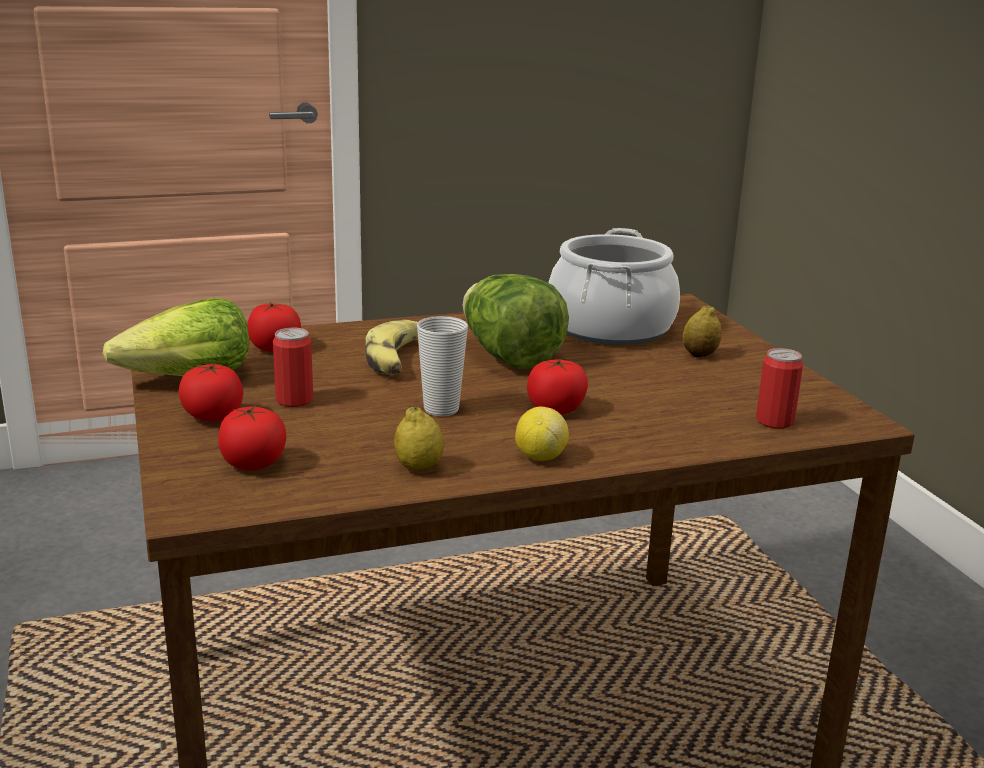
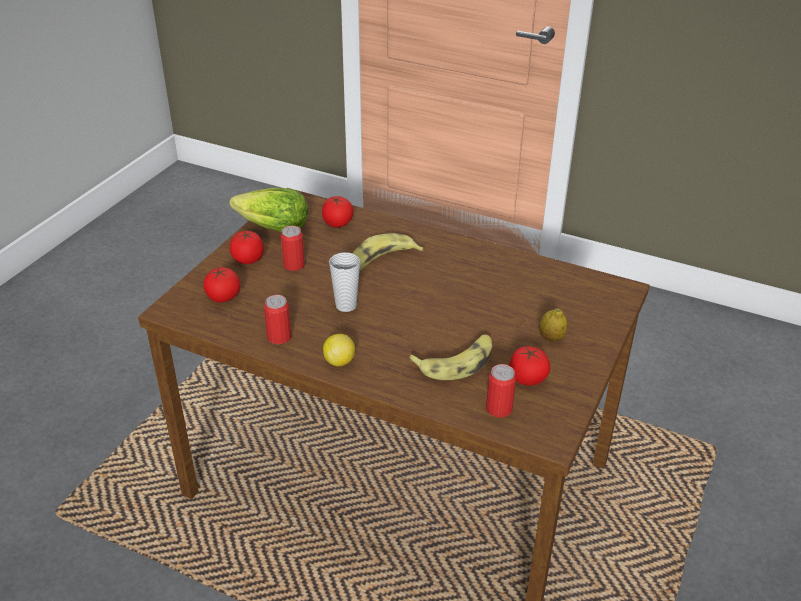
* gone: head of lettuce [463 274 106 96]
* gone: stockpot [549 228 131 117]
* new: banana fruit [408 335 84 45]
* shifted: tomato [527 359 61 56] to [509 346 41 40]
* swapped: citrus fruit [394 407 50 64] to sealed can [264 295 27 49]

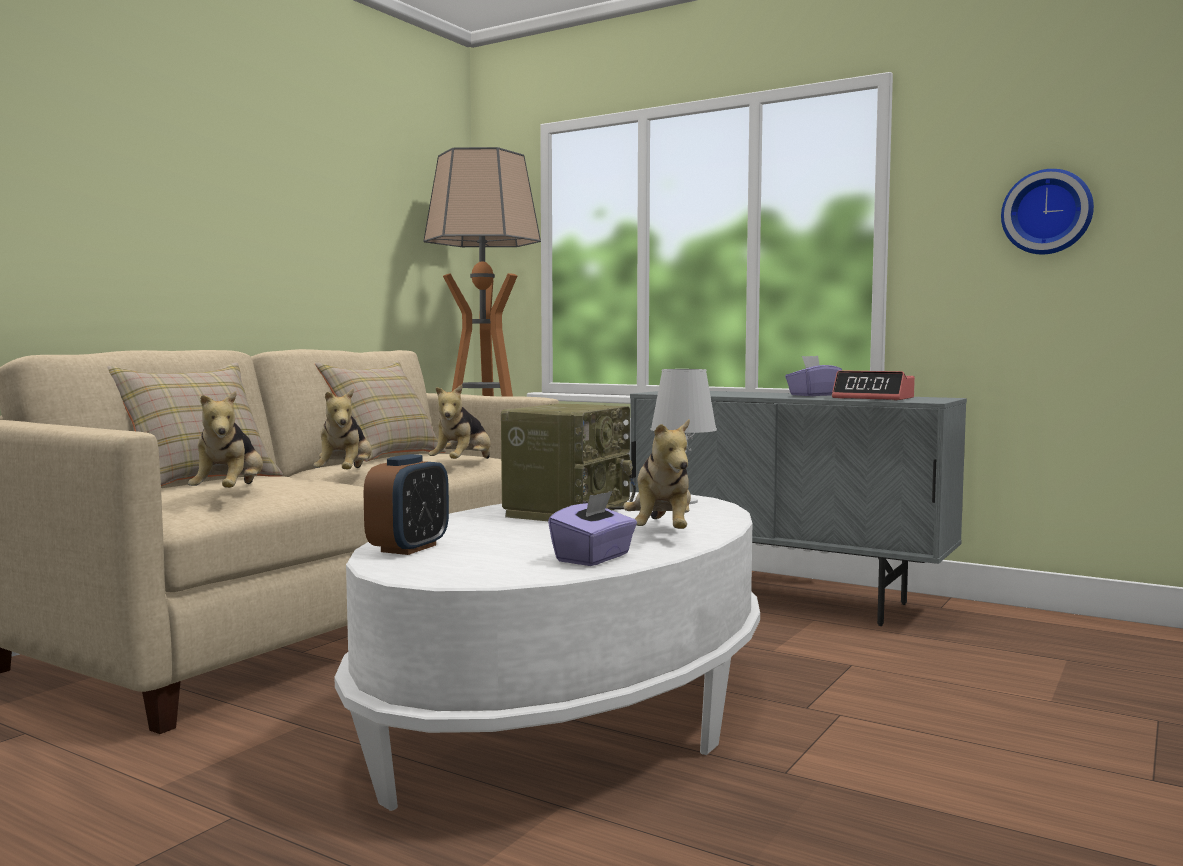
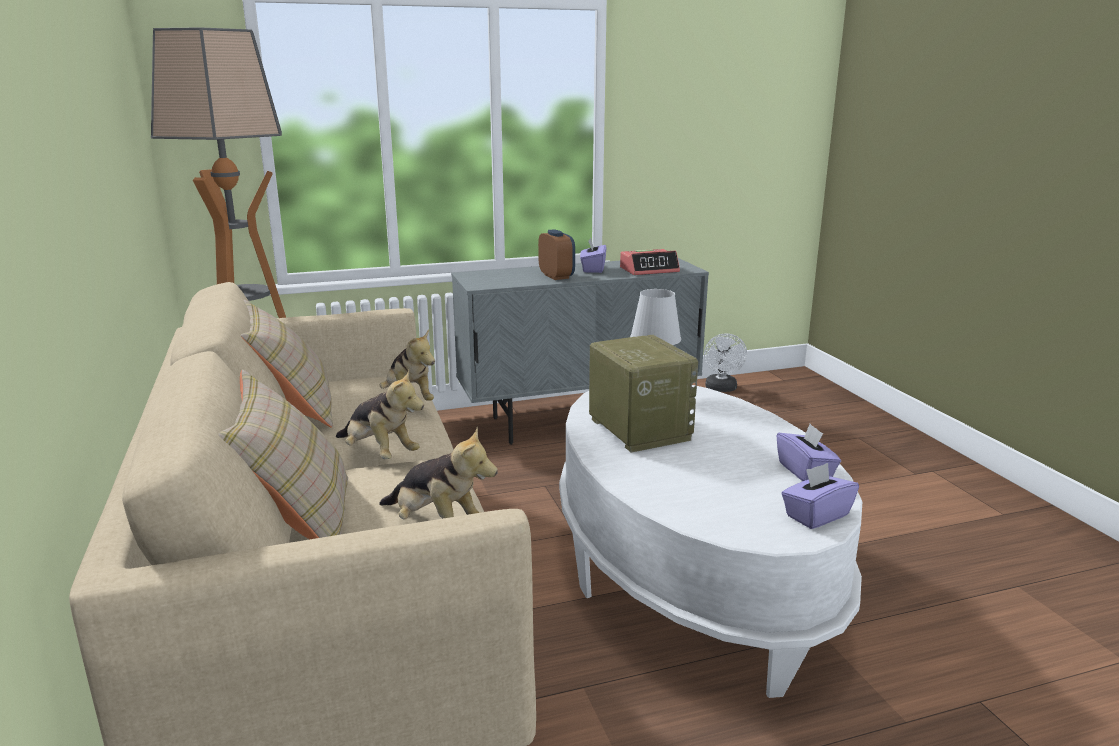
* gone: cuddly toy [623 418 68 111]
* gone: hanging clock [1001 169 93 85]
* new: fan (white) [704 333 43 59]
* new: tissue box (purple-coloured) [781 463 78 66]
* shifted: table clock [364 454 85 101] to [538 229 37 51]

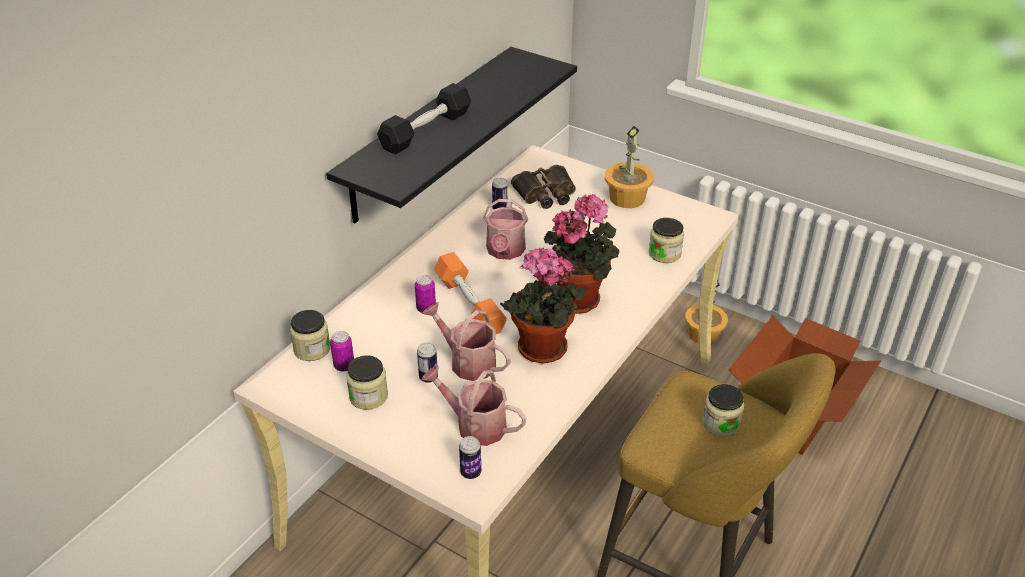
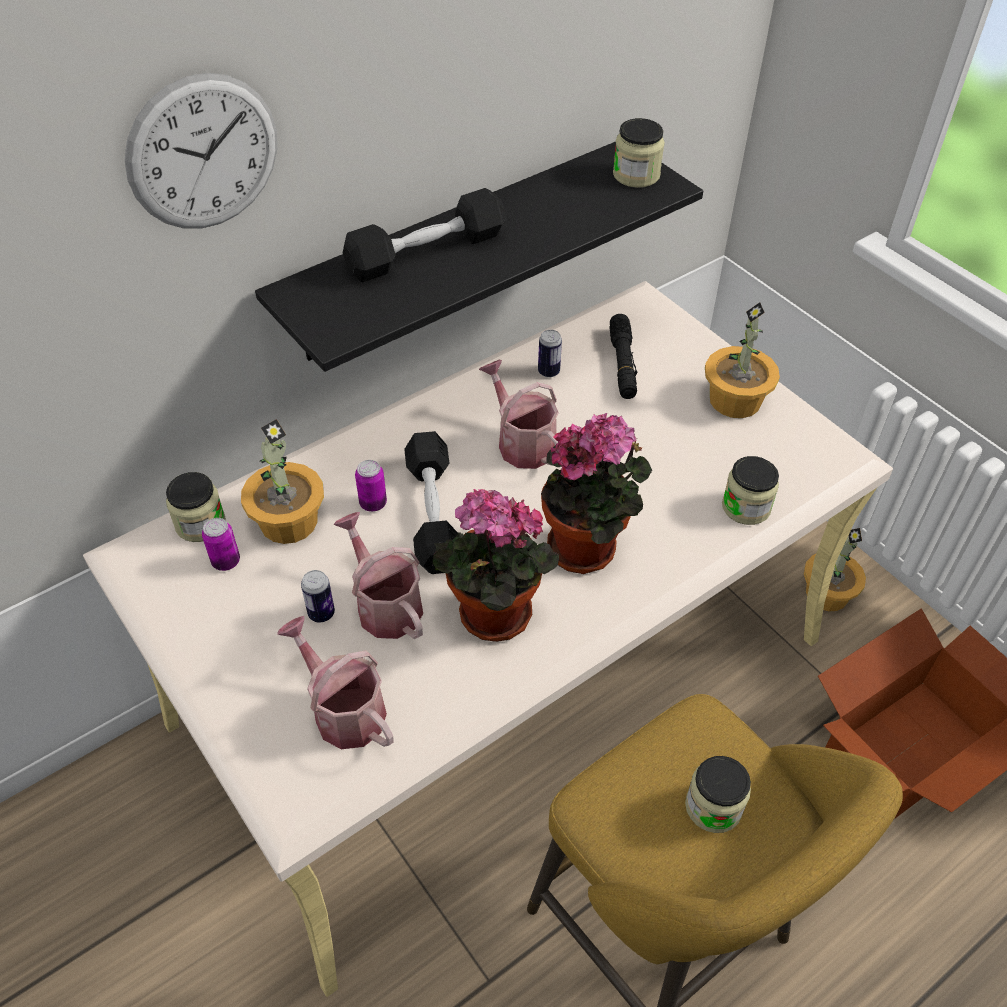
* gone: sealed can [459 436 22 43]
* new: hanging clock [124 73 153 155]
* new: houseplant [241 419 83 125]
* shifted: jar [346 355 42 55] to [613 118 52 70]
* swapped: binoculars [511 165 65 44] to flashlight (black-coloured) [609 314 28 85]
* repainted: free weight (orange) [434 252 73 82] to free weight (black-coloured) [404 431 54 143]
* rotated: watering can [484 199 44 61] = [479 360 80 109] 120 degrees clockwise

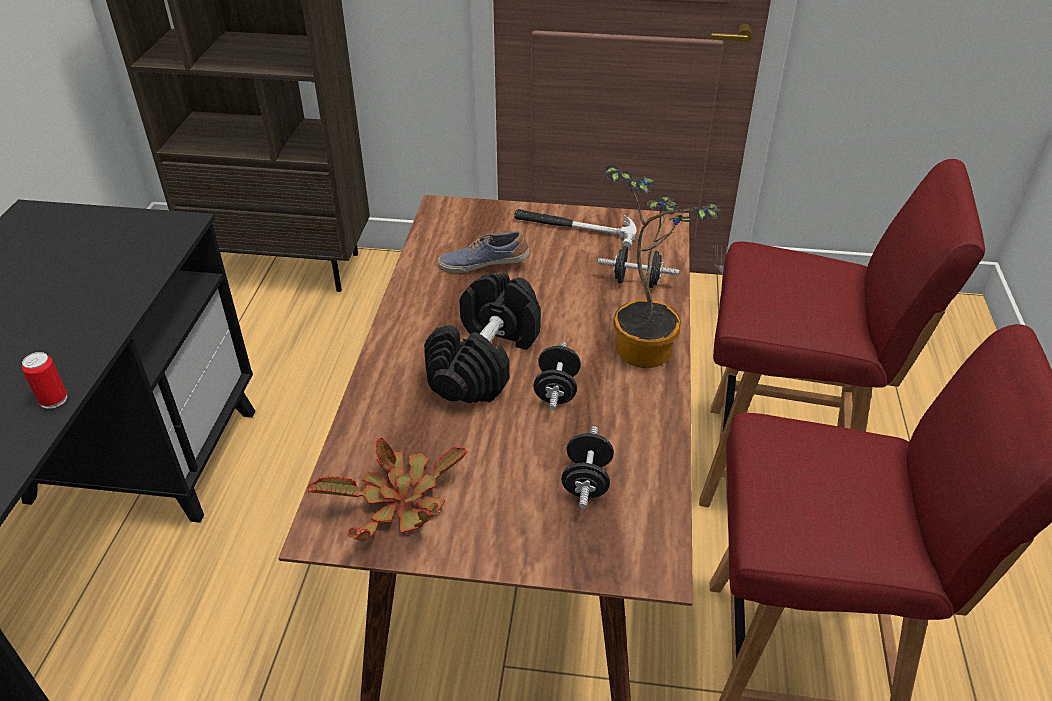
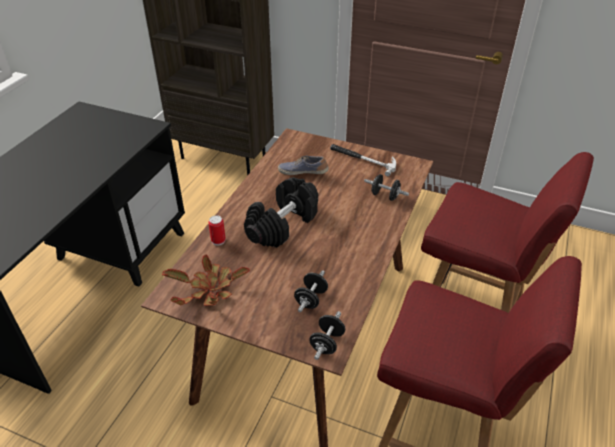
* gone: houseplant [605 165 117 203]
* shifted: sealed can [22 352 45 57] to [208 215 18 31]
* shifted: free weight (black-coloured) [533 342 48 68] to [309 311 36 49]

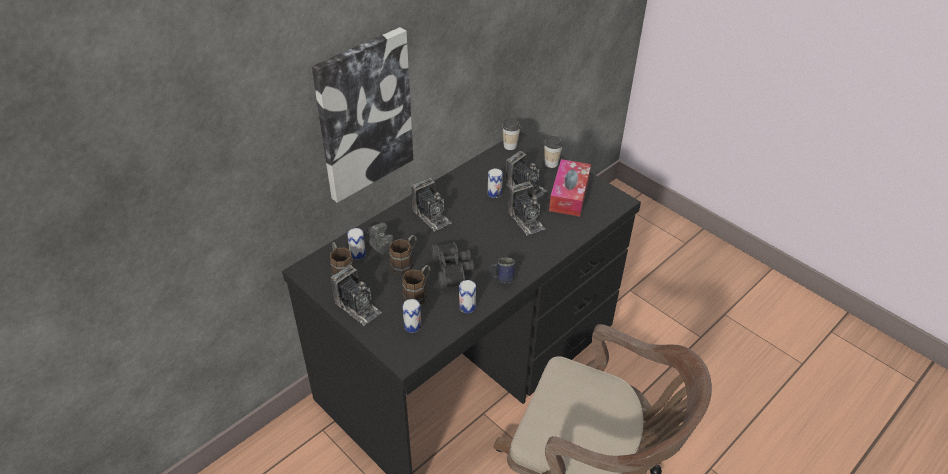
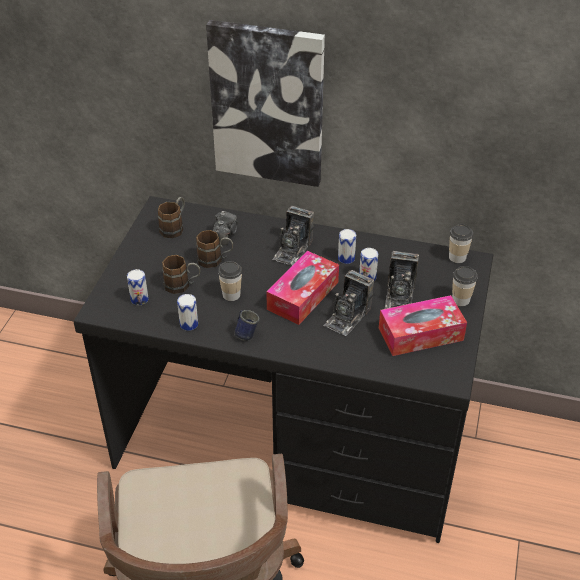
* gone: photo camera [331 265 51 61]
* new: tissue box [266 251 73 74]
* shifted: sealed can [347 228 19 32] to [338 229 18 35]
* swapped: binoculars (black-coloured) [431 242 43 47] to cup [218 261 24 40]

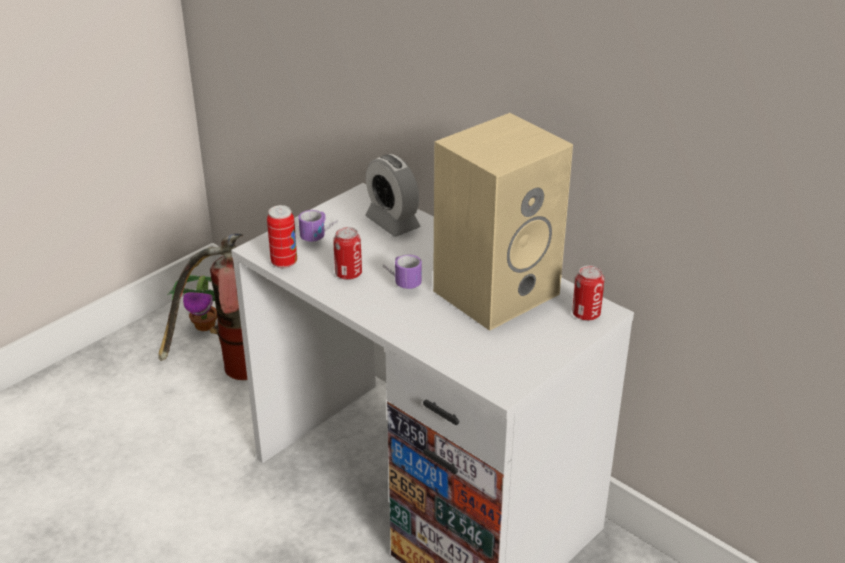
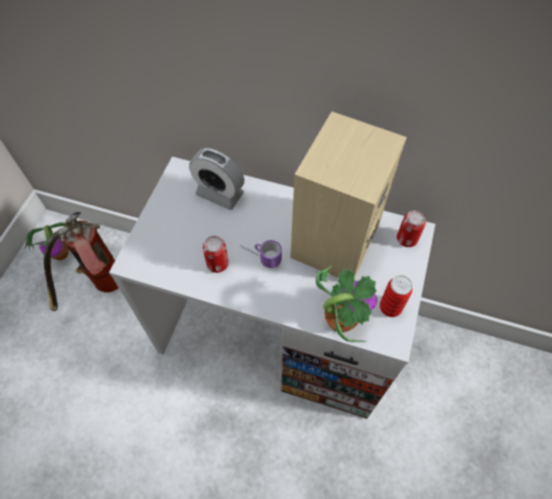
* gone: coffee mug [298 210 40 32]
* new: houseplant [316 266 61 76]
* shifted: sealed can [267 205 30 63] to [380 275 32 42]

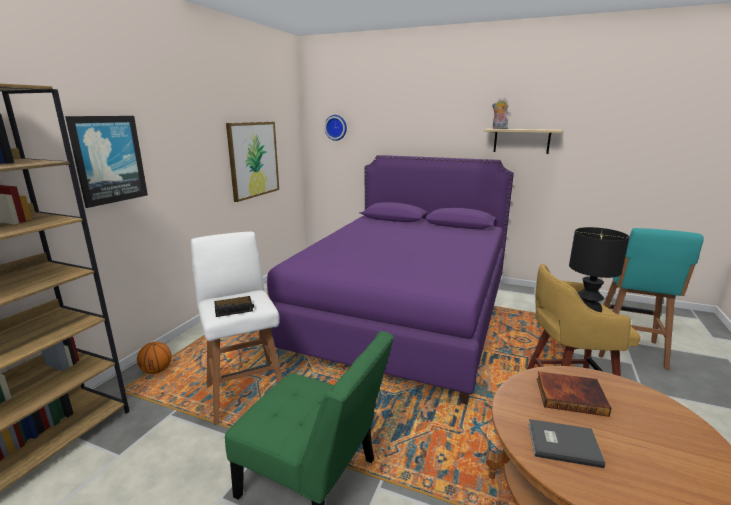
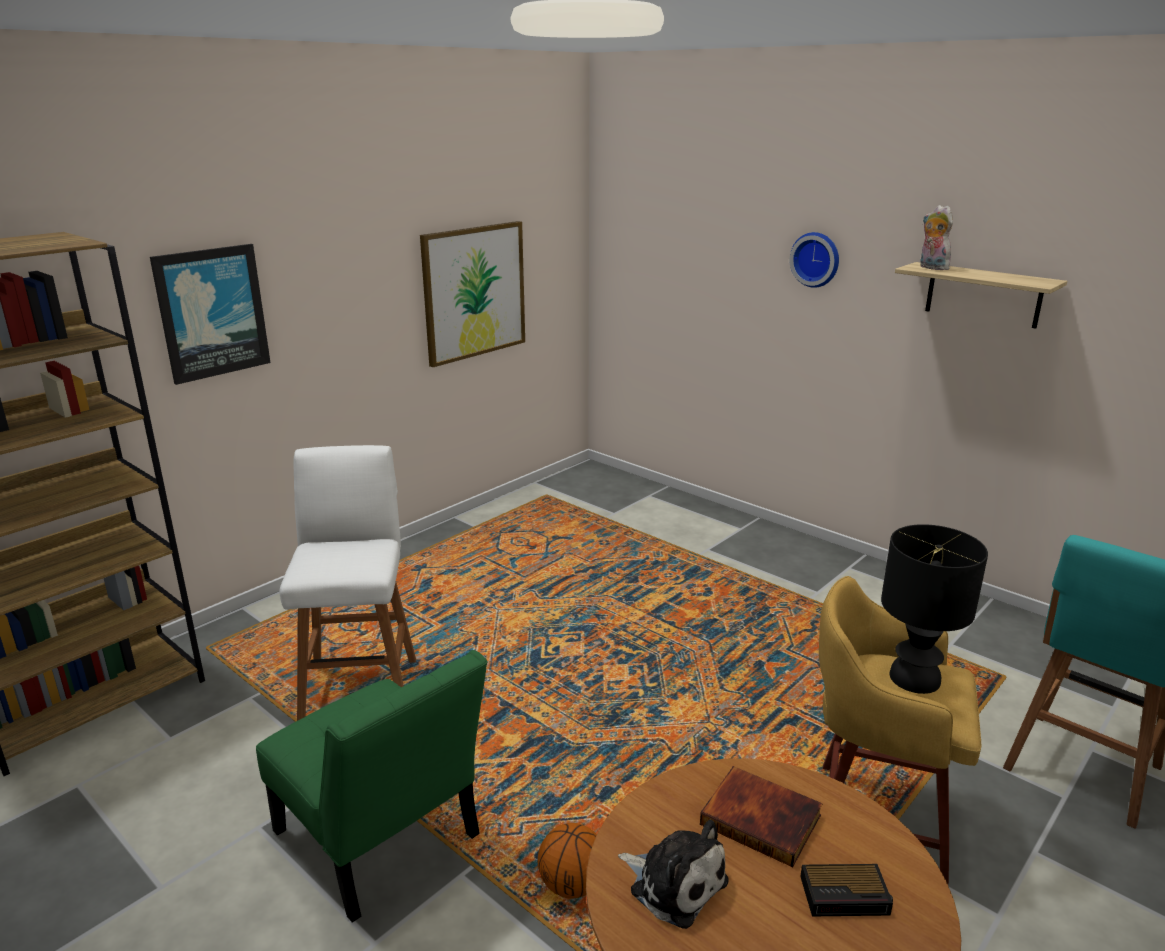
* gone: sleeping bed (purple-coloured) [259 155 255 250]
* shifted: ball for basketball [137 342 35 32] to [538 823 59 76]
* shifted: table clock [214 296 40 21] to [800 864 93 52]
* shifted: hanging clock [324 115 23 26] to [790 232 49 56]
* swapped: book (gray) [528 419 77 49] to cuddly toy [618 820 111 109]

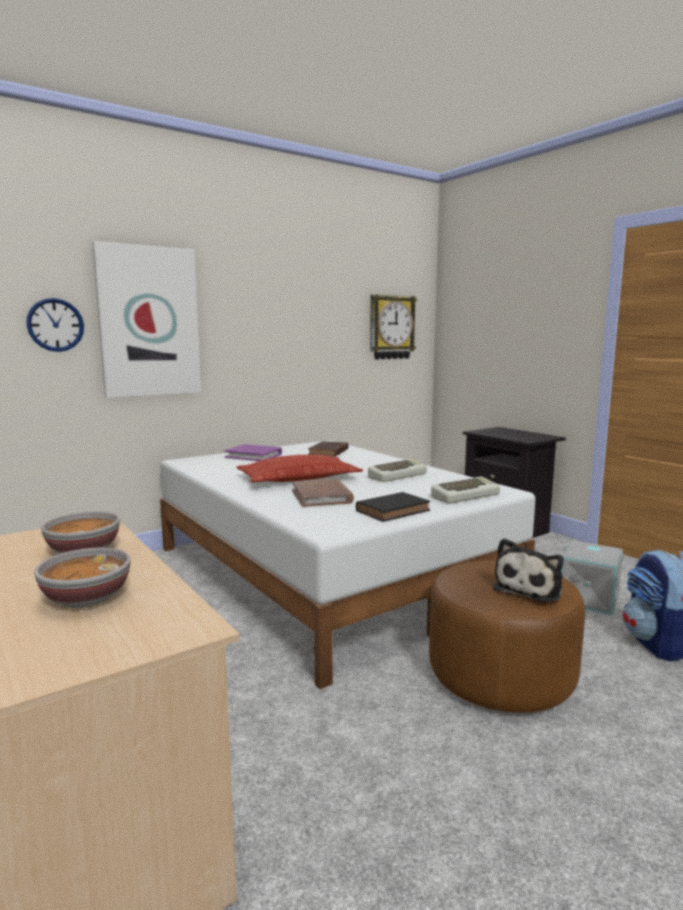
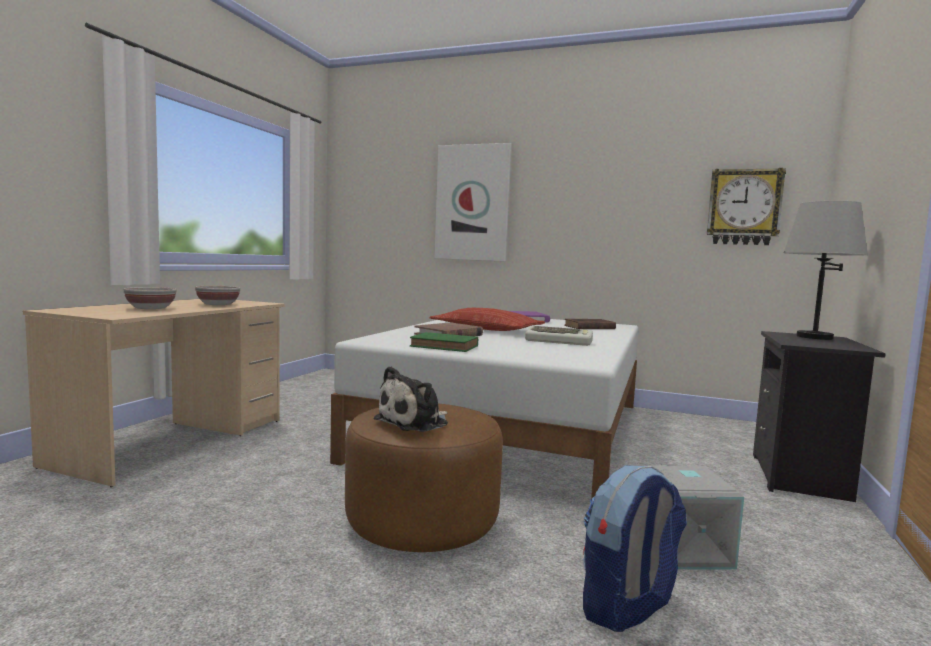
* gone: hanging clock [26 298 58 54]
* gone: PC keyboard [431 477 69 27]
* new: tabletop lamp (gray) [784 201 84 139]
* repainted: book (black-coloured) [356 492 74 30] to book (green-coloured) [410 332 68 20]
* rotated: cuddly toy [493 538 70 64] = [374 366 74 66] 45 degrees counterclockwise

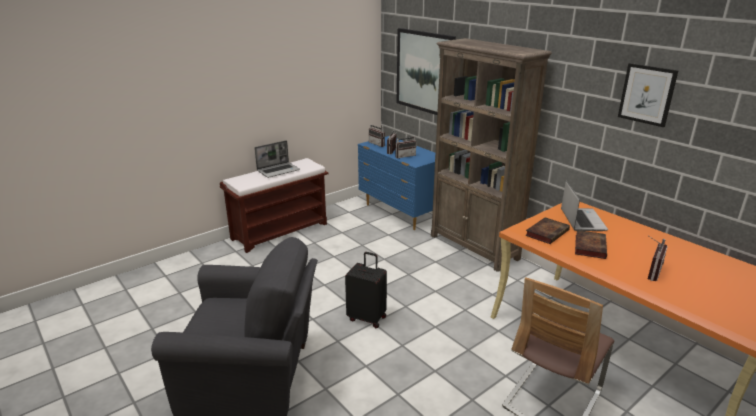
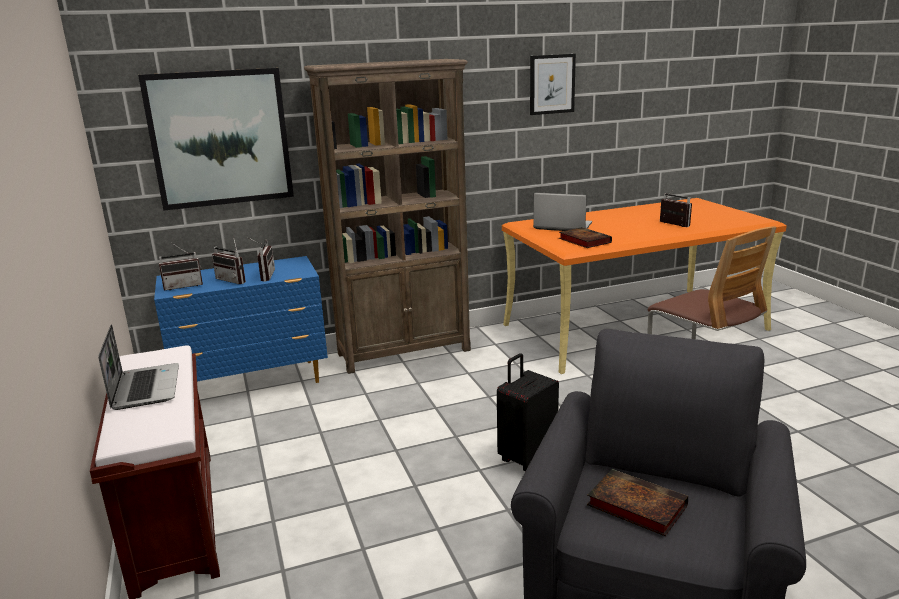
* shifted: book [575 230 32 29] to [587 469 101 67]

